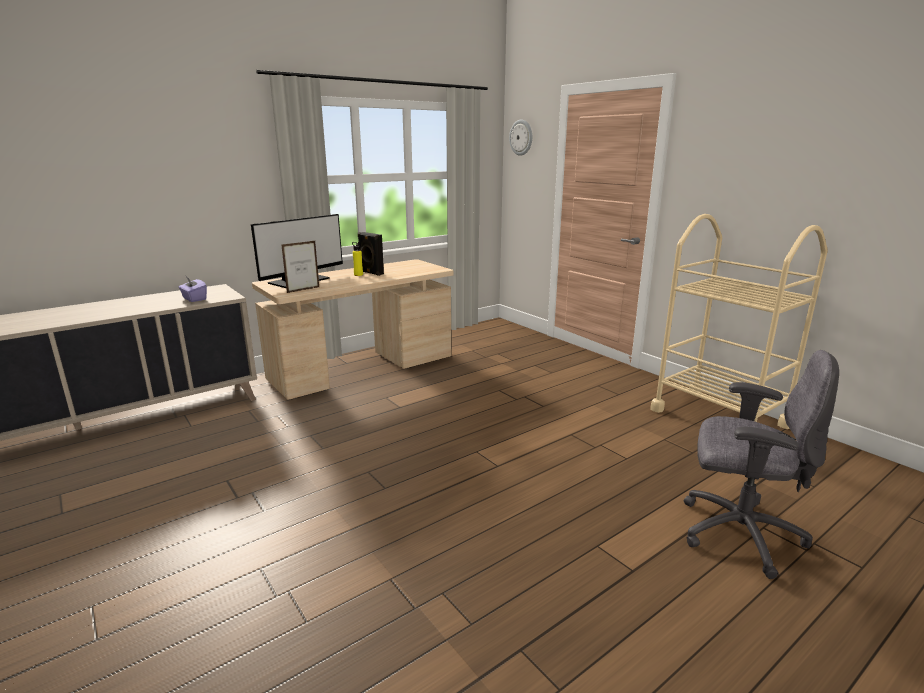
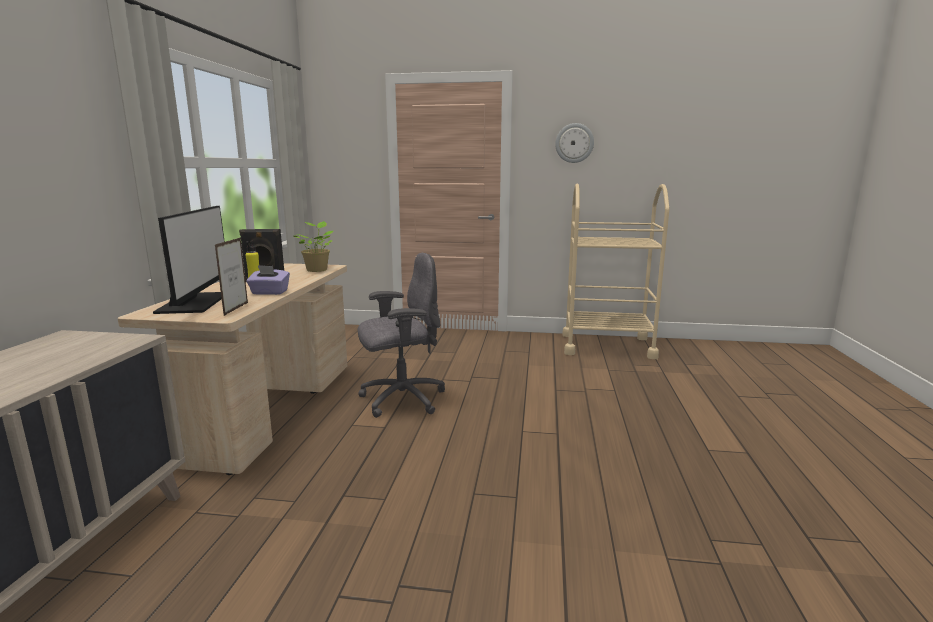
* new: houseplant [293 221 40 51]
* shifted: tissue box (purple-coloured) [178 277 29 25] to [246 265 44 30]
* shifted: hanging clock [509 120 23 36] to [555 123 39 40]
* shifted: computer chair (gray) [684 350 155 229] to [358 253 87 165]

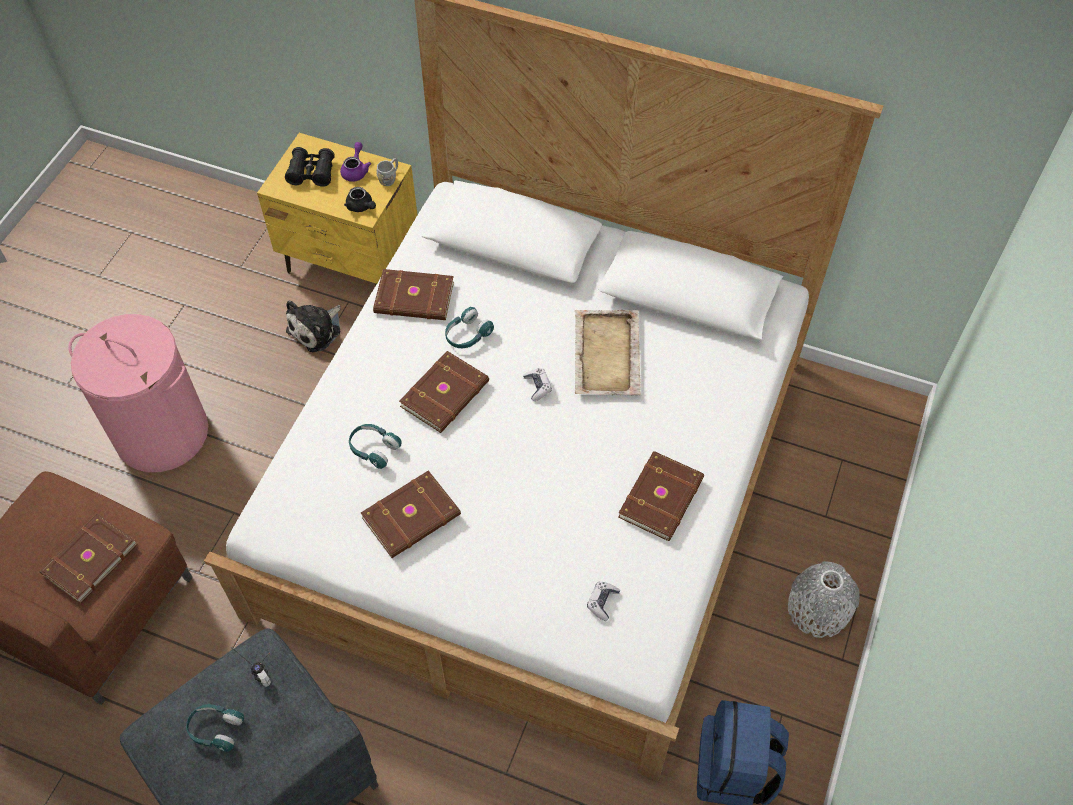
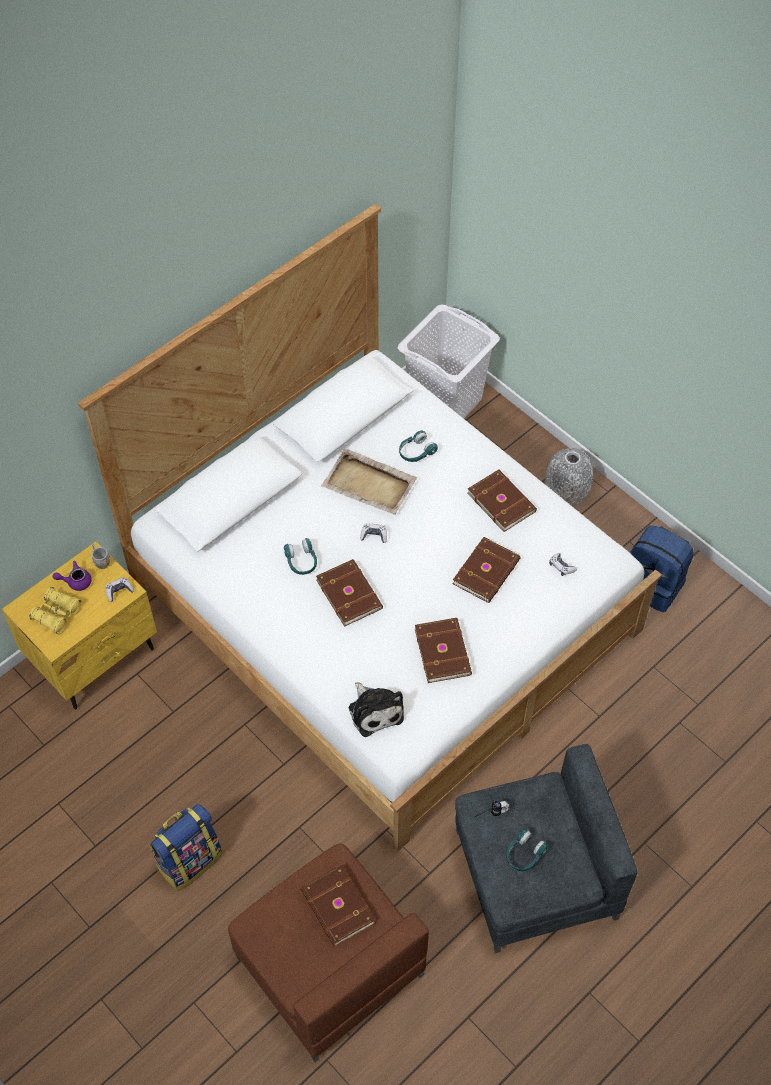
* new: hamper (white) [398 305 102 113]
* shifted: cuddly toy [286 300 55 52] to [349 682 55 55]
* shifted: headset (blue-green) [349 424 52 45] to [399 430 39 32]
* shifted: book (brown) [373 269 81 51] to [453 537 67 66]
* swapped: hamper (pinkish) [68 314 140 158] to knapsack [149 804 73 87]
* swapped: pot for tea (black-coloured) [344 187 32 25] to joypad [105 577 29 25]
* repainted: binoculars (black-coloured) [285 147 50 40] to binoculars (yellow-coloured) [29 587 52 47]
* rotated: pot for tea (purple-coloured) [340 142 31 40] = [53 561 39 30] 45 degrees counterclockwise

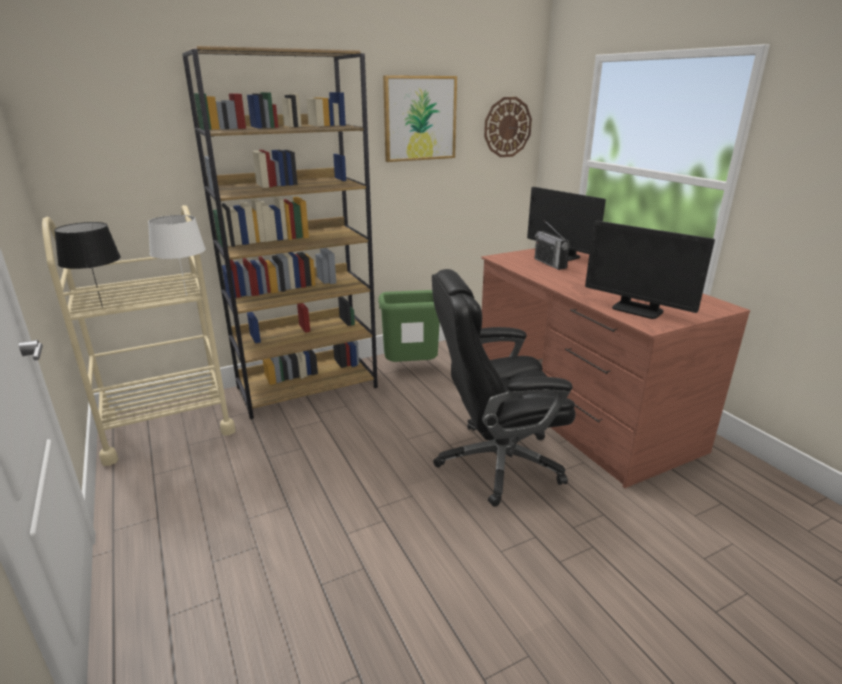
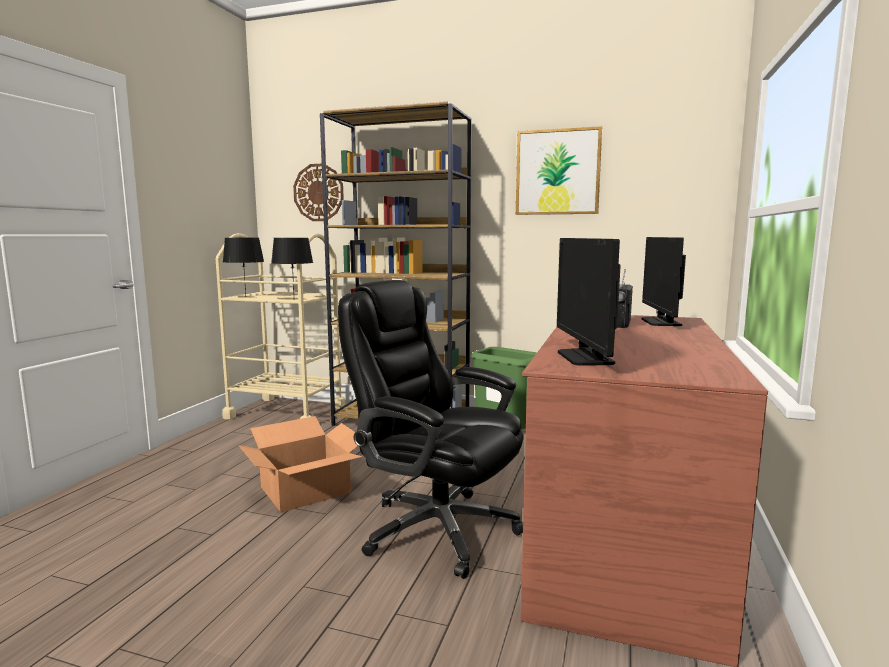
* new: cardboard box [238 416 125 97]
* shifted: hanging clock [484 97 48 60] to [293 164 51 57]
* repainted: tabletop lamp (white) [148 215 58 81] to tabletop lamp (black-coloured) [271 238 42 54]

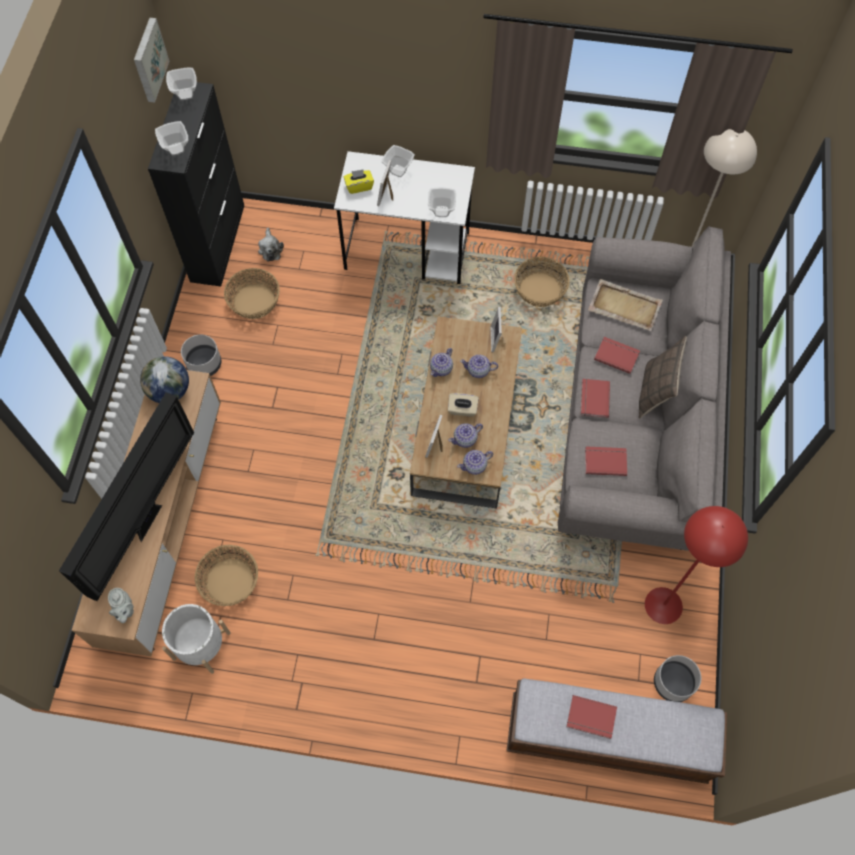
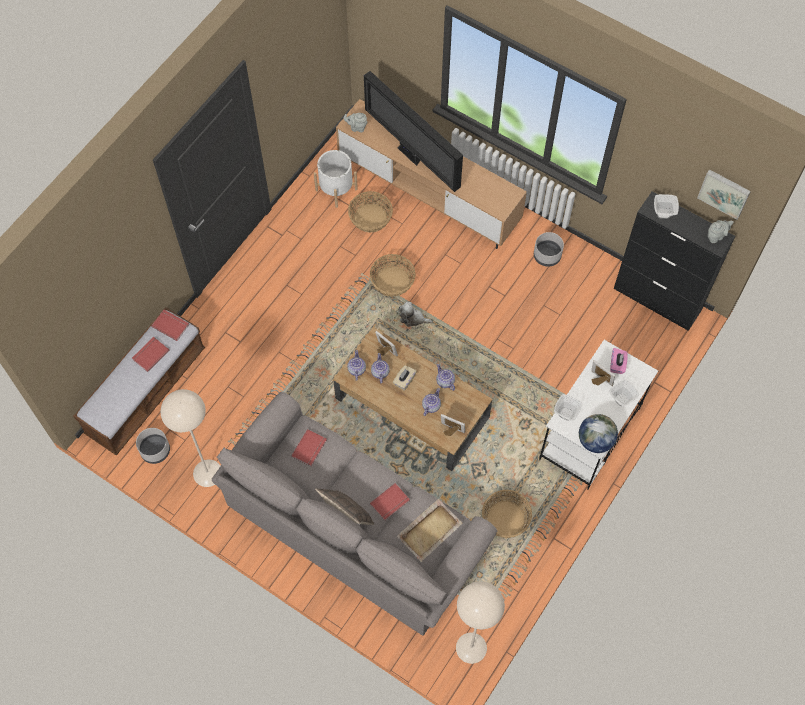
* shifted: globe [140 356 49 47] to [579 414 39 39]
* shifted: basket [224 268 56 51] to [370 254 45 42]
* shifted: cuddly toy [258 228 26 34] to [399 301 33 26]
* shifted: book (reddish) [581 379 29 39] to [151 310 38 31]
* swapped: serving bowl [166 68 31 32] to pot for tea (gray) [708 220 26 23]
* repainted: tissue box (yellow-coloured) [344 169 30 25] to tissue box (pinkish) [610 348 18 26]
* repainted: floor lamp (reddish) [645 506 103 118] to floor lamp (beige-coloured) [161 389 59 98]

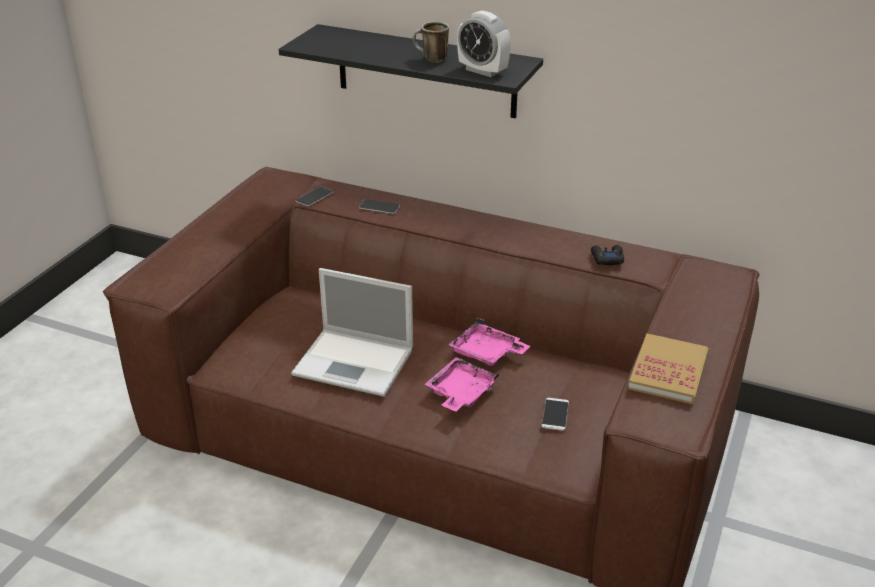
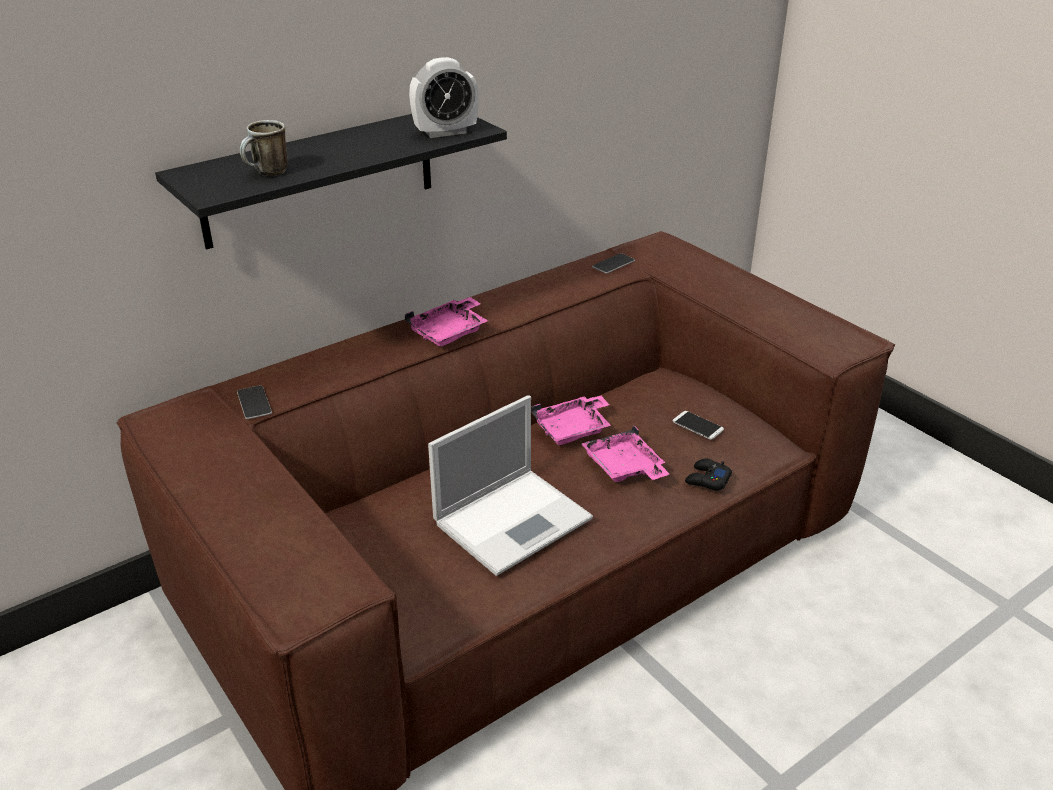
* gone: book [628 334 80 70]
* new: serving tray (pinkish) [405 297 83 50]
* shifted: handset [359 199 41 15] to [592 253 43 21]
* shifted: coffee mug [413 22 36 41] to [240 120 48 56]
* shifted: joypad (black-coloured) [591 245 33 20] to [685 458 47 33]

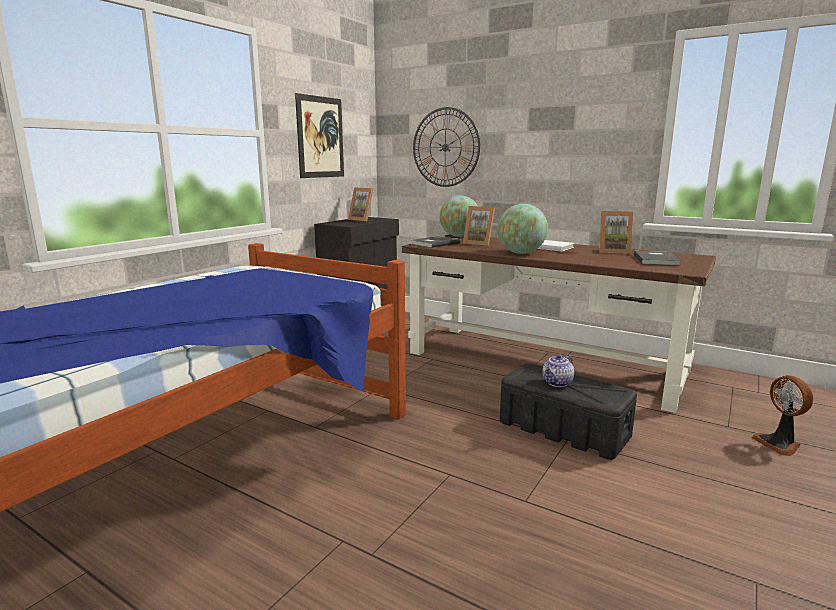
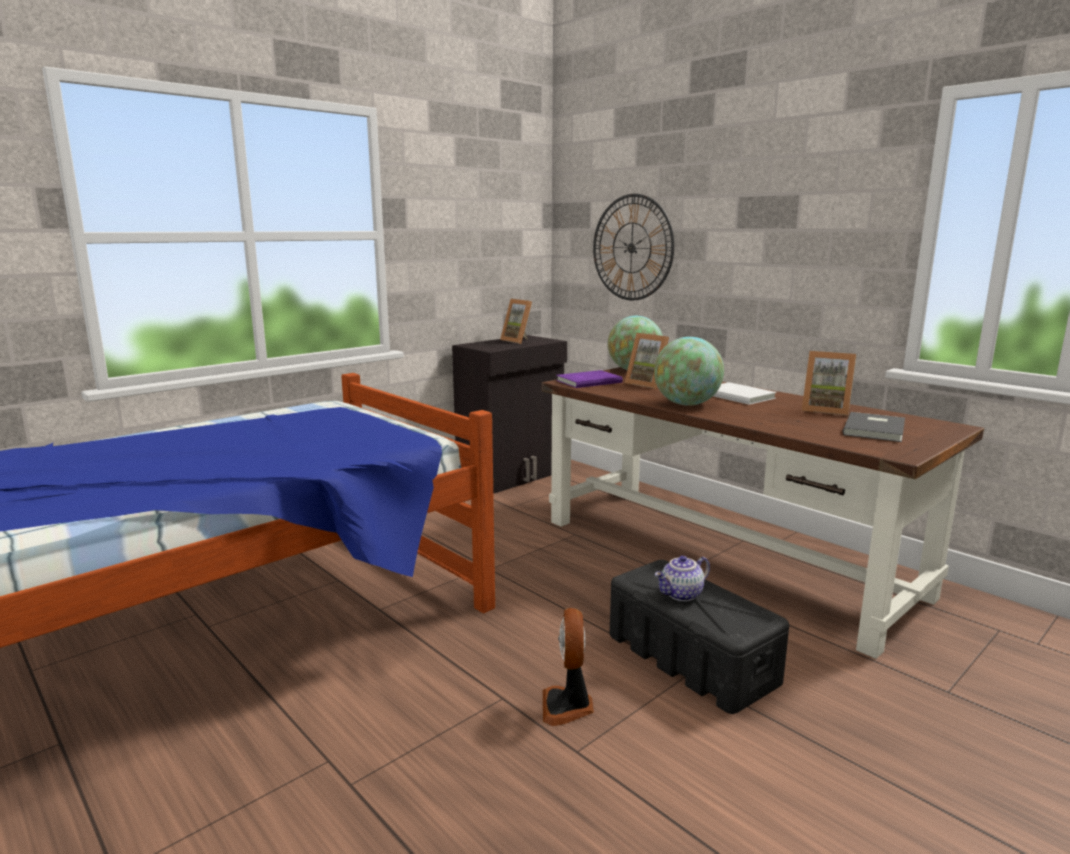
* gone: wall picture [295 93 49 85]
* shifted: fan [751 375 62 81] to [543 608 51 118]
* repainted: book (gray) [412 236 49 12] to book (purple-coloured) [556 370 67 18]

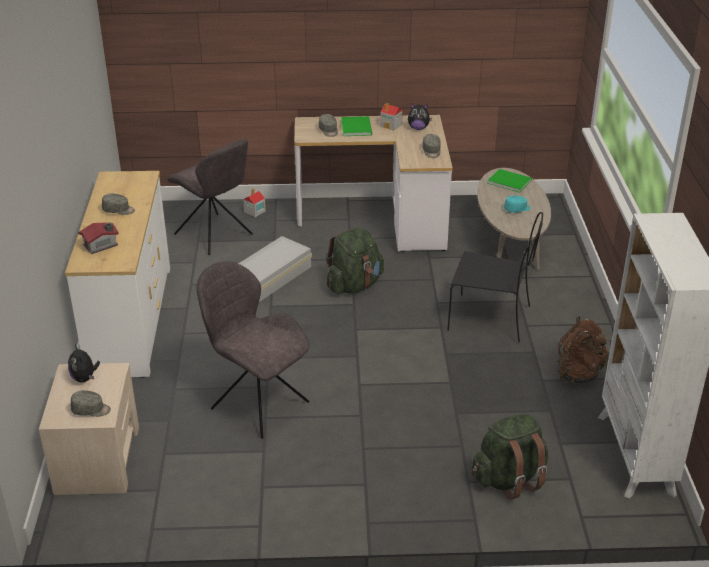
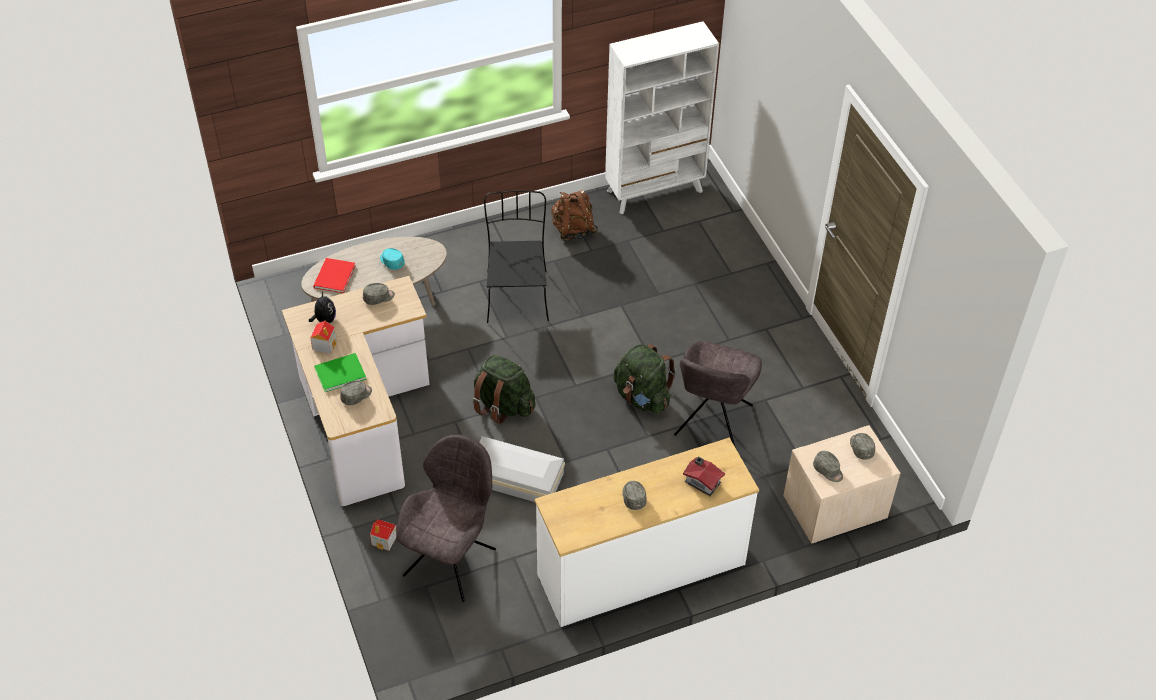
* shifted: knapsack (green-coloured) [471 414 77 86] to [614 344 62 70]
* swapped: cuddly toy [68 345 32 37] to peaked cap (gray) [813 451 30 31]
* repainted: book (green-coloured) [488 169 44 24] to book (reddish) [313 258 43 35]

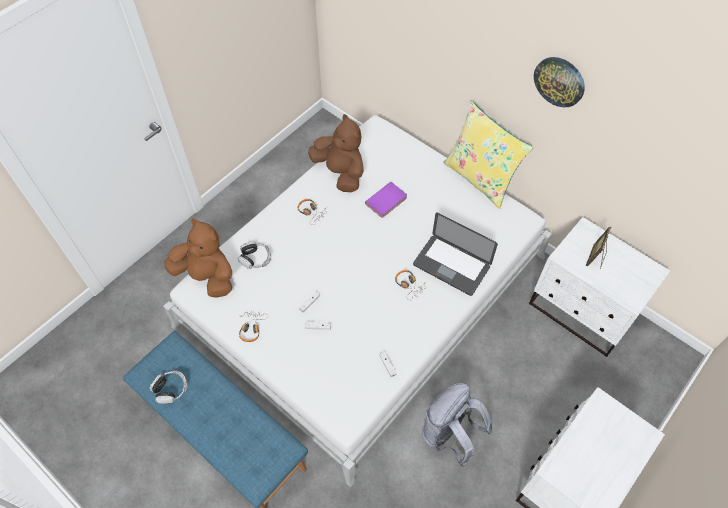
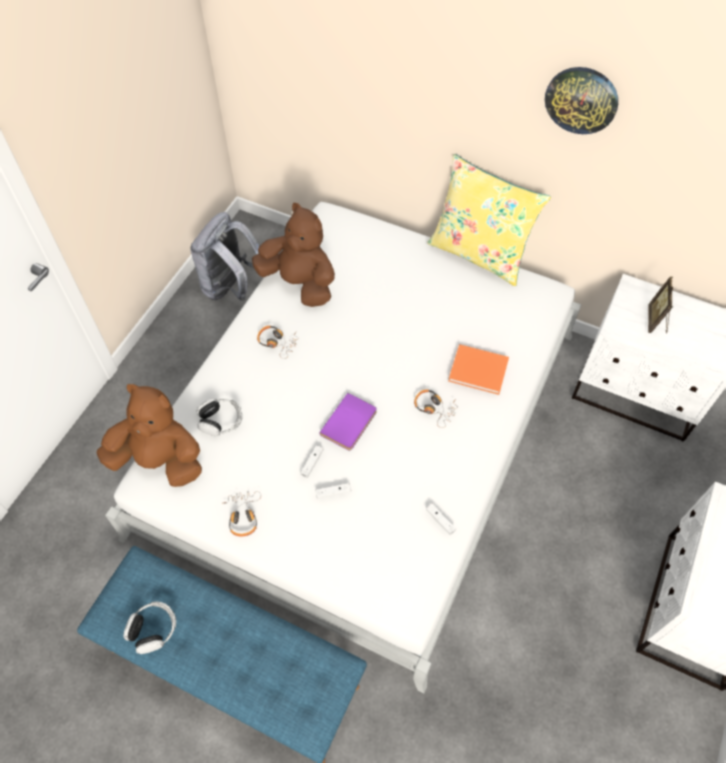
* shifted: book (purple-coloured) [365 182 42 36] to [319 393 58 58]
* shifted: knapsack (gray) [422 383 71 84] to [190 212 70 89]
* swapped: laptop [413 212 85 84] to book (orange) [448 344 61 51]

